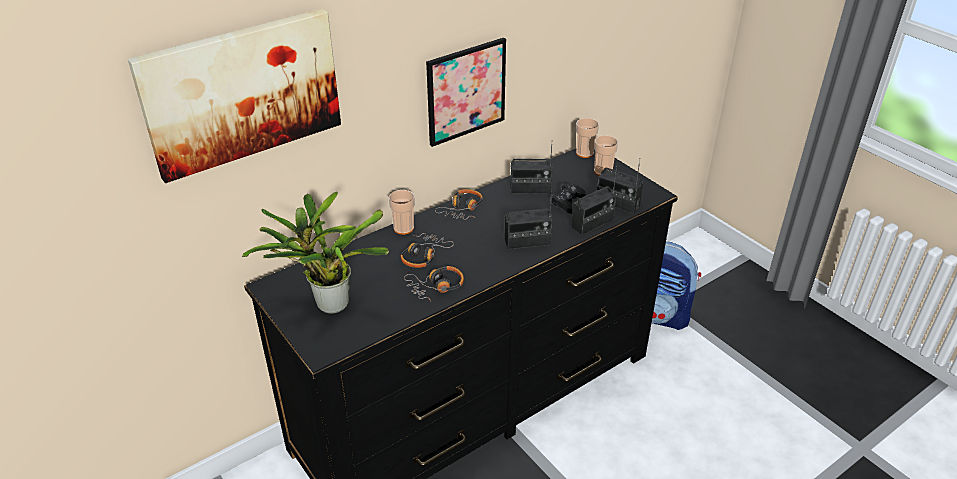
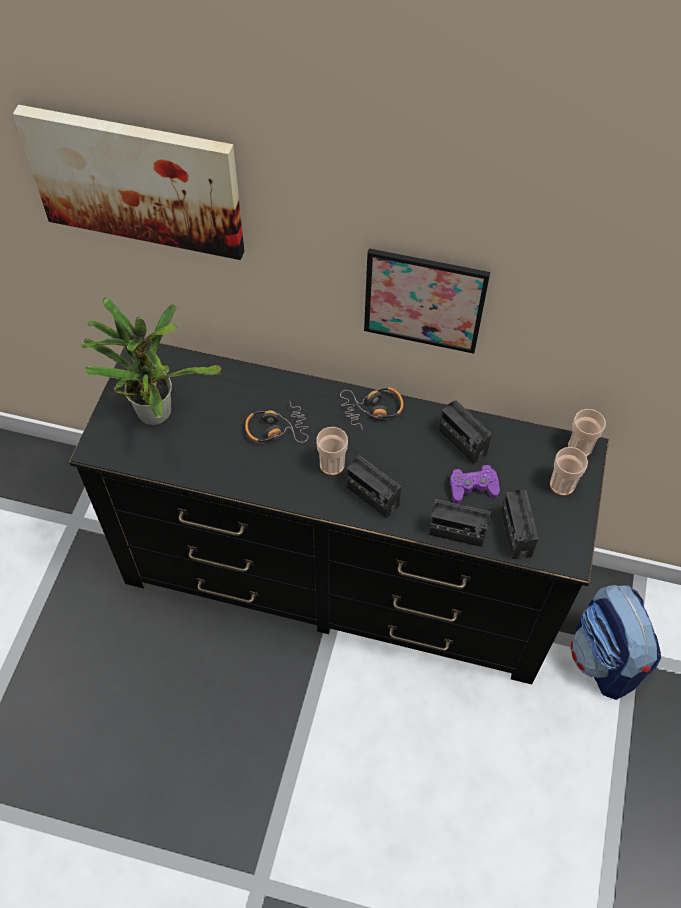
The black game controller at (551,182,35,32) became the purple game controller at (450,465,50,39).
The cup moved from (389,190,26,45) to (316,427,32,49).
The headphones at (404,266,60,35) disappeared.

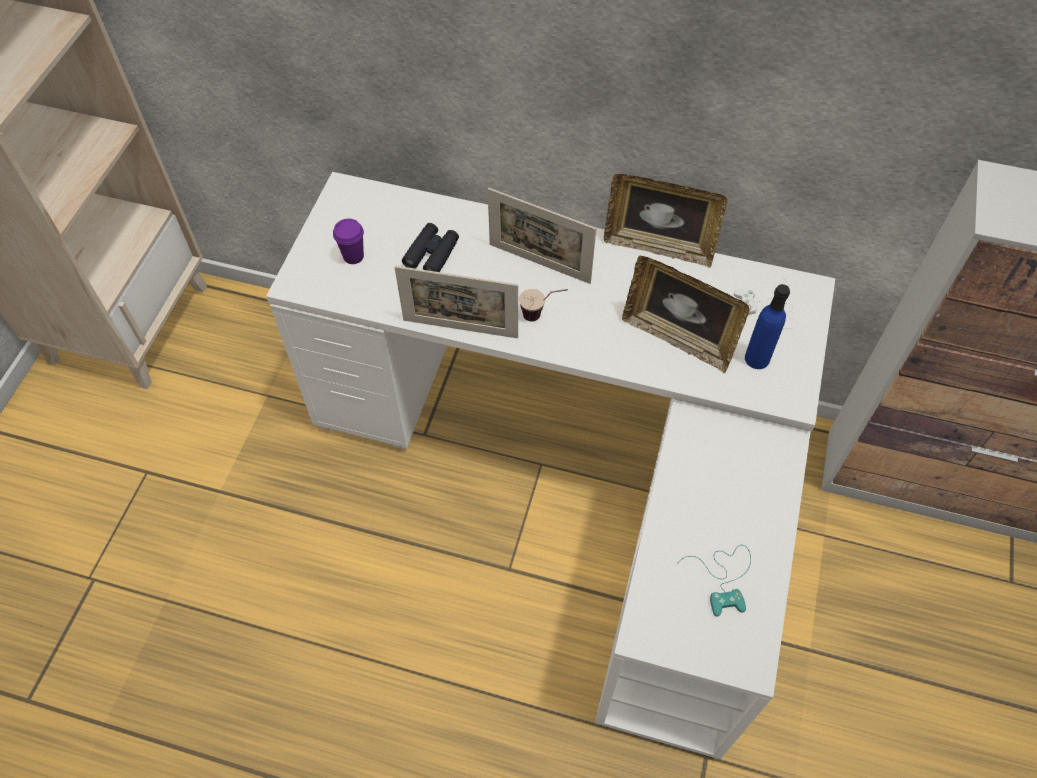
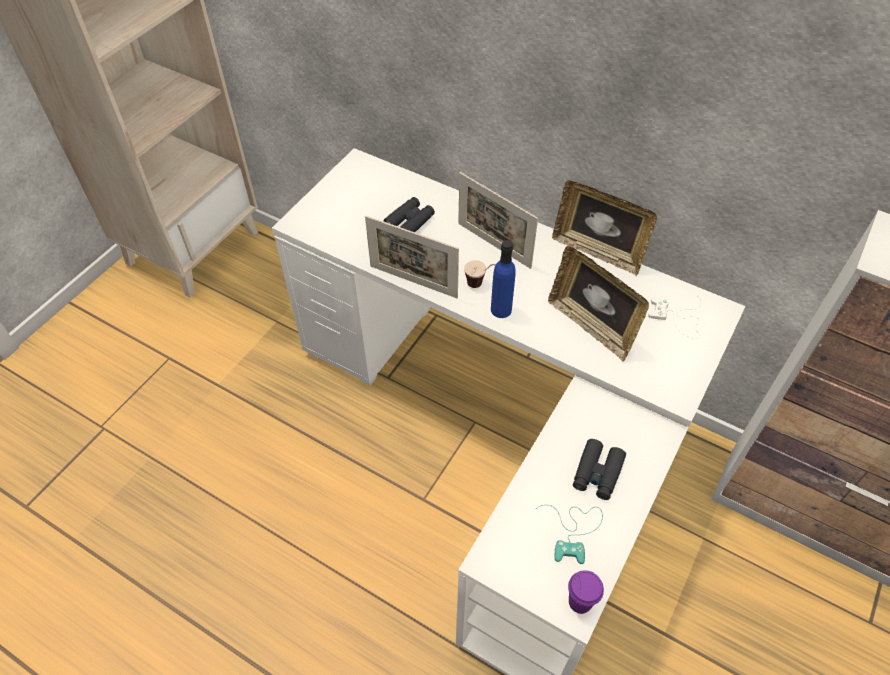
The purple cup moved from (333,219,31,45) to (568,571,36,43).
The blue bottle moved from (745,284,45,85) to (491,240,25,78).
The black binoculars at (573,439,53,61) appeared.

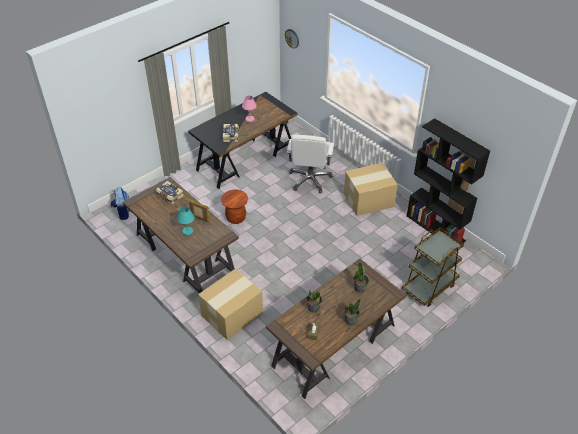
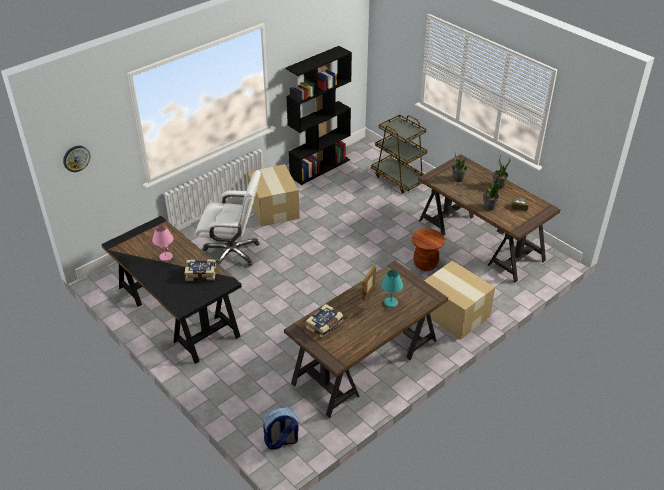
The brown stool moved from (221,190,27,34) to (412,228,33,43).

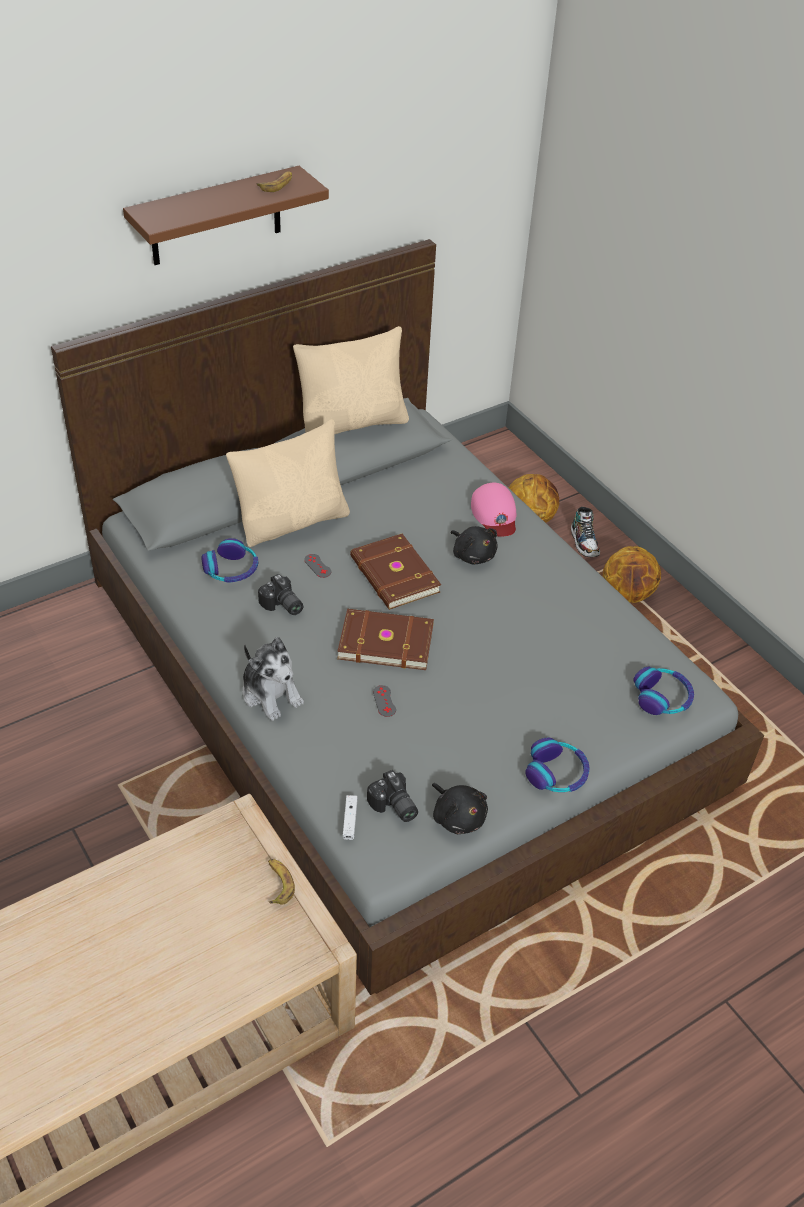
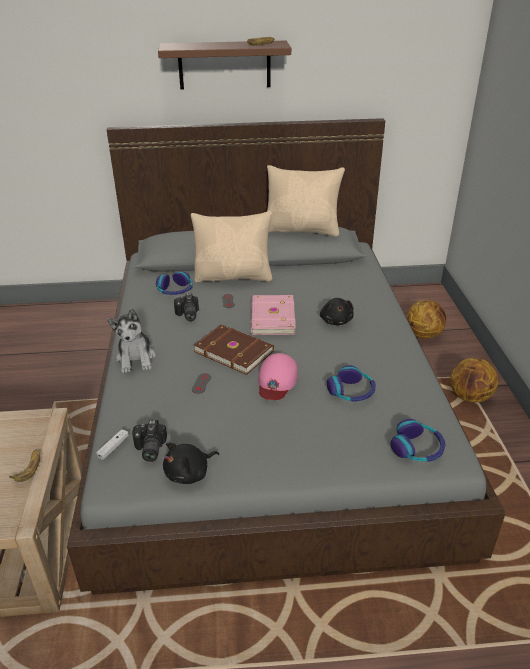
The pink cap moved from (471,483,45,54) to (258,353,40,47).
The shoe at (571,507,29,50) disappeared.
The brown book at (350,534,91,76) became the pink book at (251,295,45,40).
The headphones moved from (525,738,65,54) to (327,366,49,36).
The black plush toy at (432,783,56,51) turned 60 degrees clockwise.

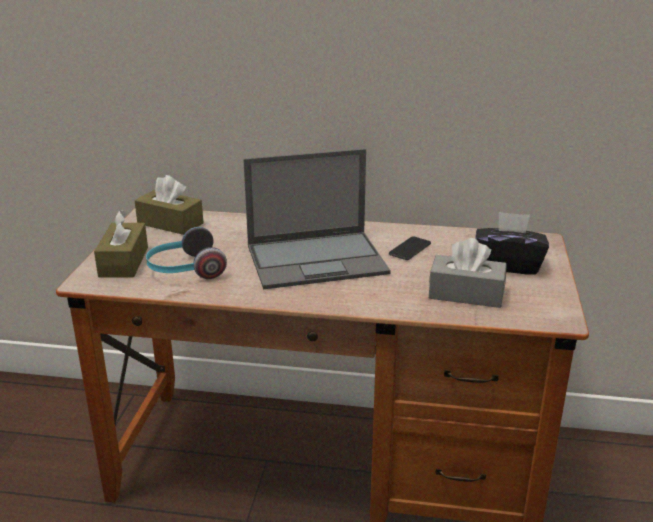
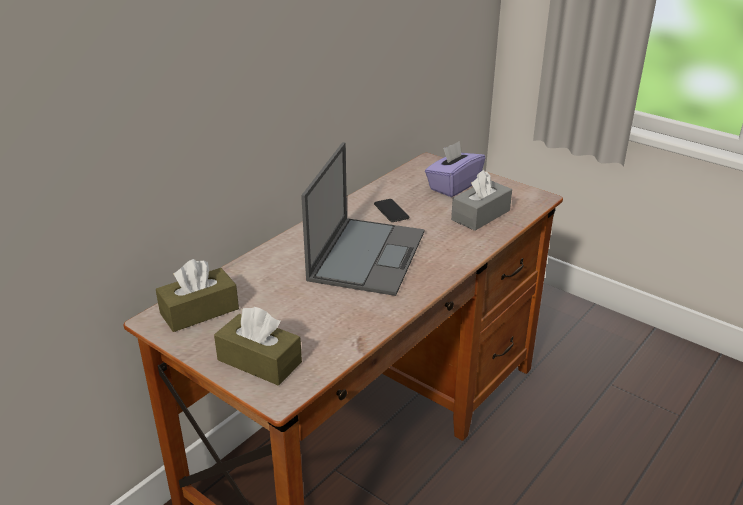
The black tissue box at (475,212,74,63) became the purple tissue box at (425,141,60,56).
The headphones at (146,227,81,52) disappeared.

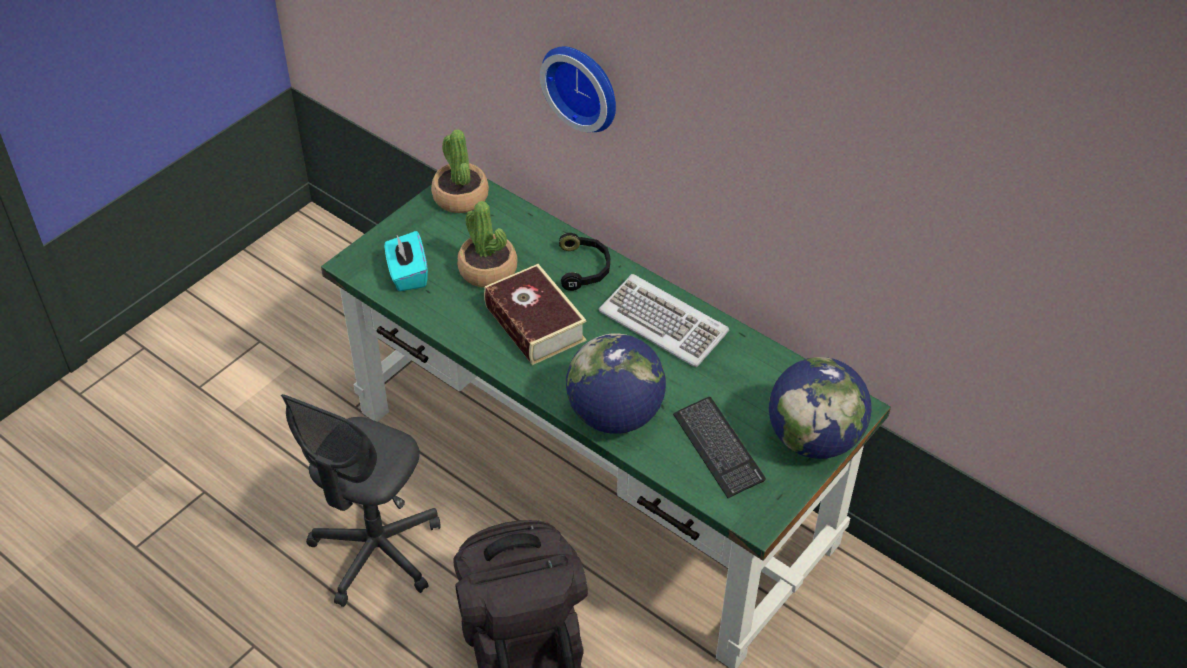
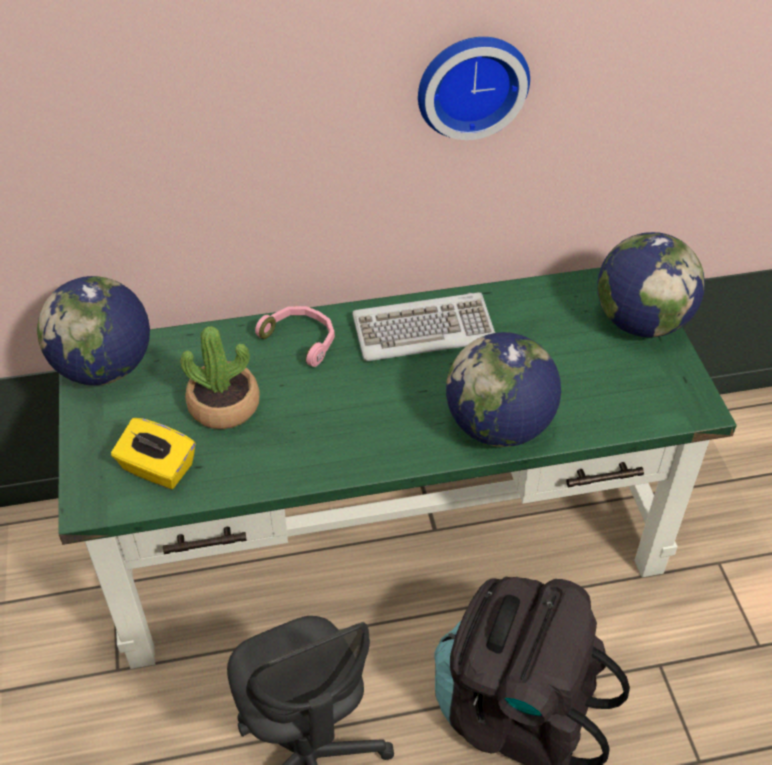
The wall clock moved from (540,47,76,85) to (418,37,112,103).
The potted plant at (431,129,58,84) was replaced by the globe at (37,276,113,109).
The turquoise tissue box at (385,231,43,60) became the yellow tissue box at (111,418,84,71).
The black headphones at (559,233,51,58) became the pink headphones at (255,306,80,61).
The book at (484,264,103,101) disappeared.
The keyboard at (673,397,93,101) disappeared.

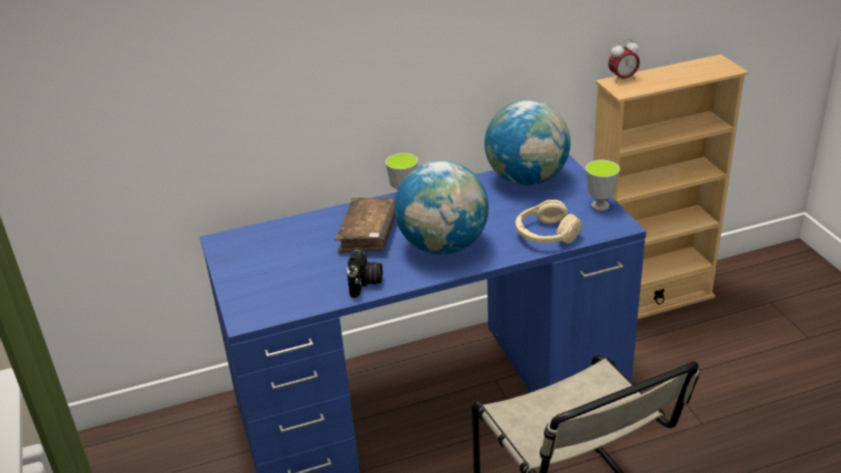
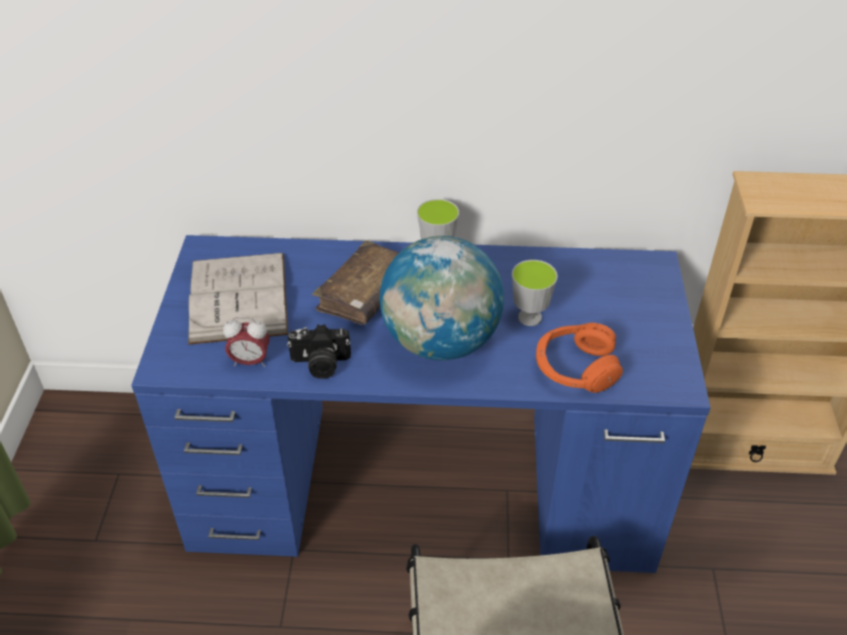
The alarm clock moved from (608,39,32,44) to (223,317,47,50).
The globe at (484,100,86,86) disappeared.
The cup moved from (586,160,34,51) to (512,260,46,66).
The beige headphones at (515,200,67,43) became the orange headphones at (536,323,87,70).
The photo camera at (346,249,37,49) turned 60 degrees clockwise.
The white book at (188,253,100,92) appeared.

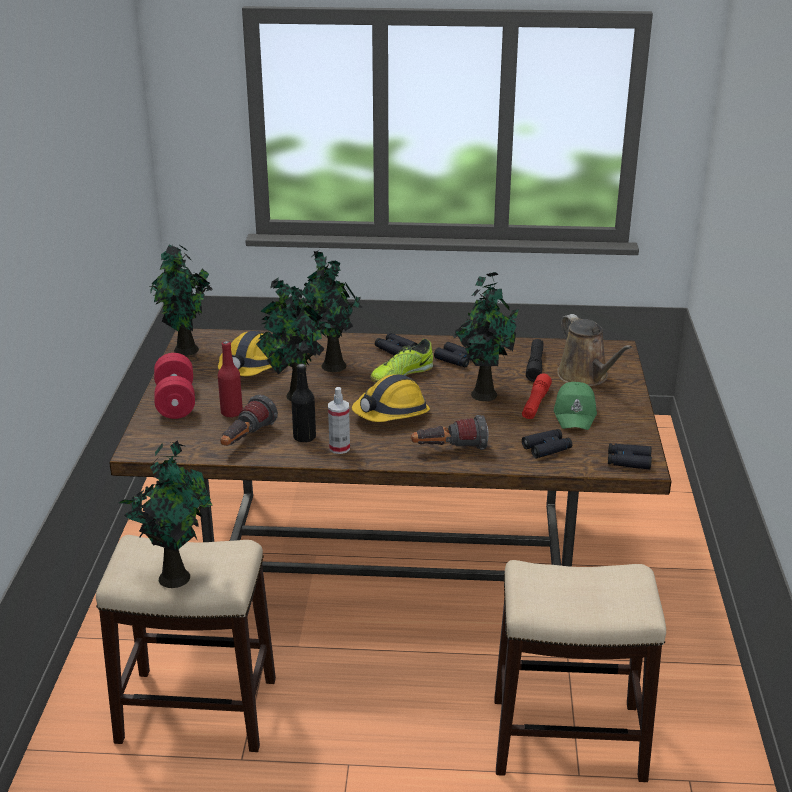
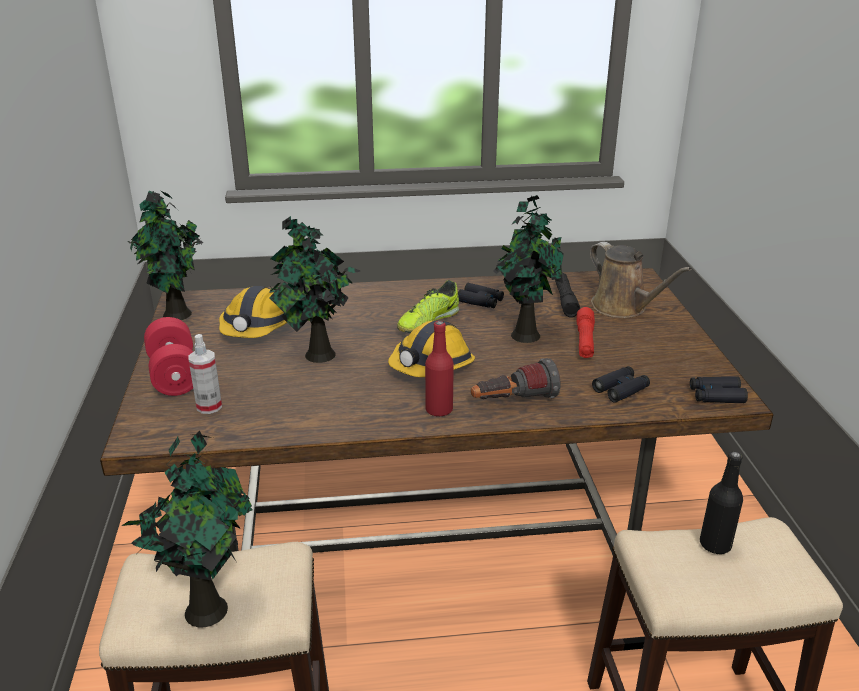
The potted plant at (298,249,65,123) disappeared.
The black binoculars at (375,333,43,23) disappeared.
The red bottle moved from (218,341,25,76) to (425,321,29,95).
The black bottle moved from (291,364,25,78) to (700,451,43,103).
The green cap at (554,382,43,48) disappeared.
The spray bottle moved from (328,387,22,67) to (189,334,33,80).
The flashlight at (220,394,58,52) disappeared.

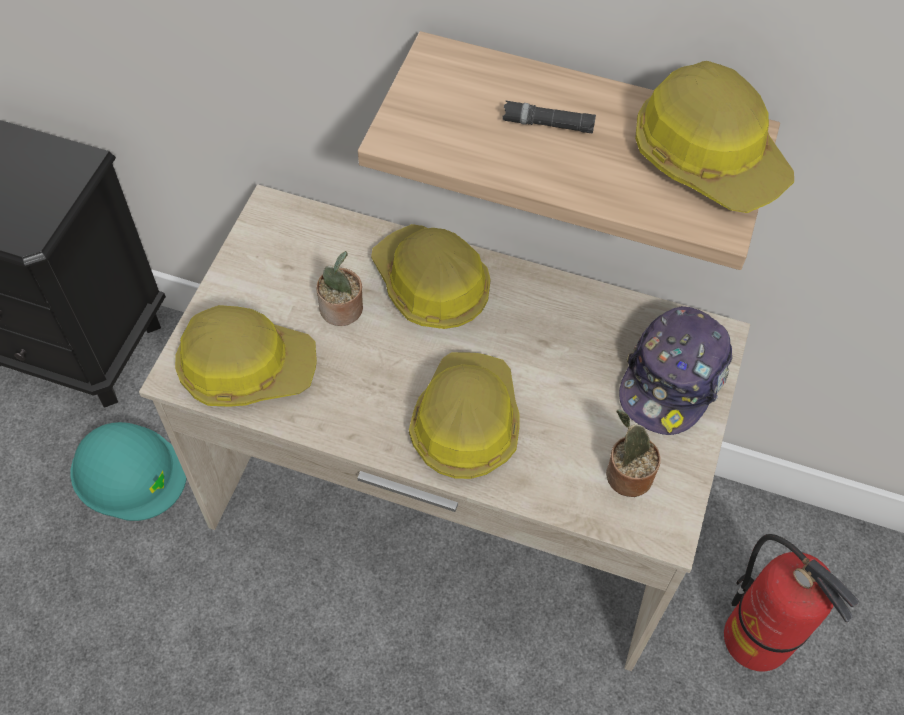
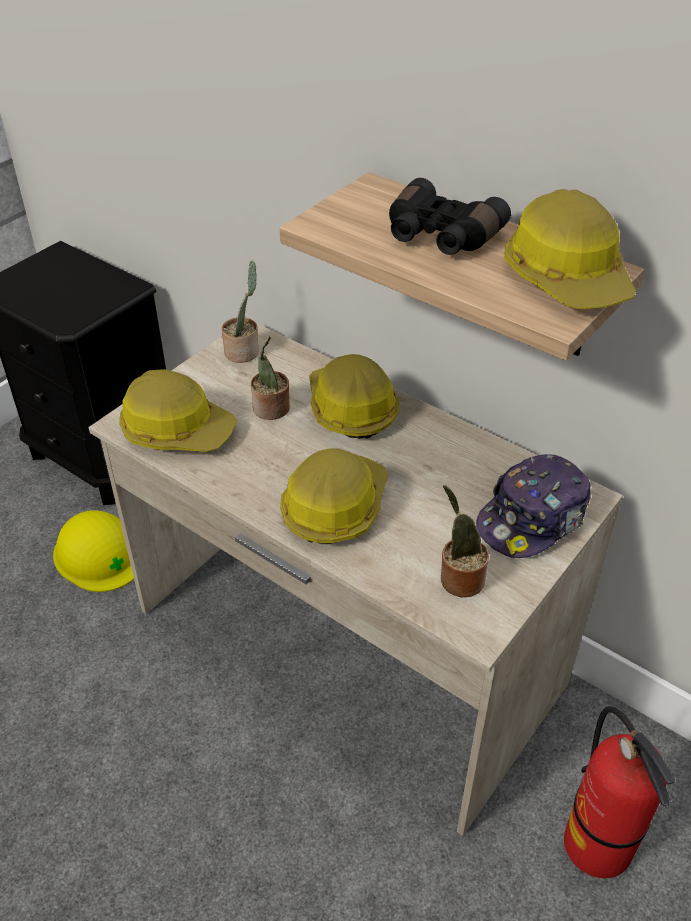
The black flashlight at (502,101,94,32) was replaced by the black binoculars at (389,178,122,77).
The turquoise hard hat at (71,422,116,99) became the yellow hard hat at (53,510,81,82).
The potted plant at (222,260,37,103) appeared.

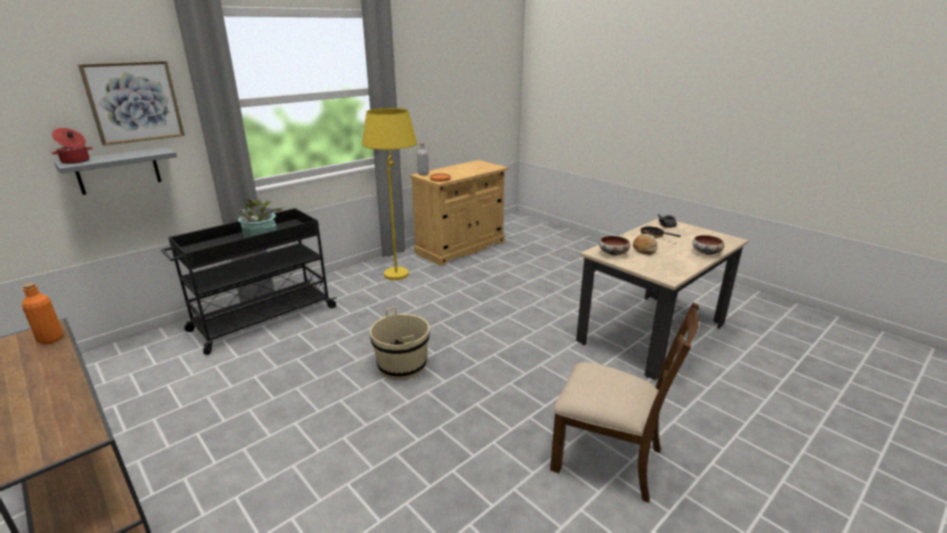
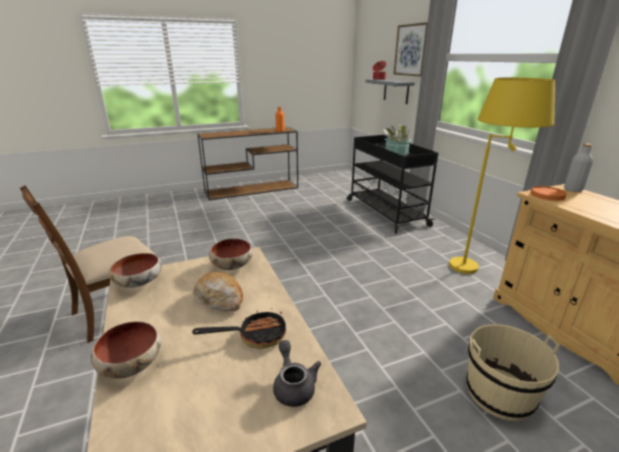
The beige bucket moved from (370,307,59,73) to (467,324,93,97).
The bowl at (109,253,53,35) appeared.

